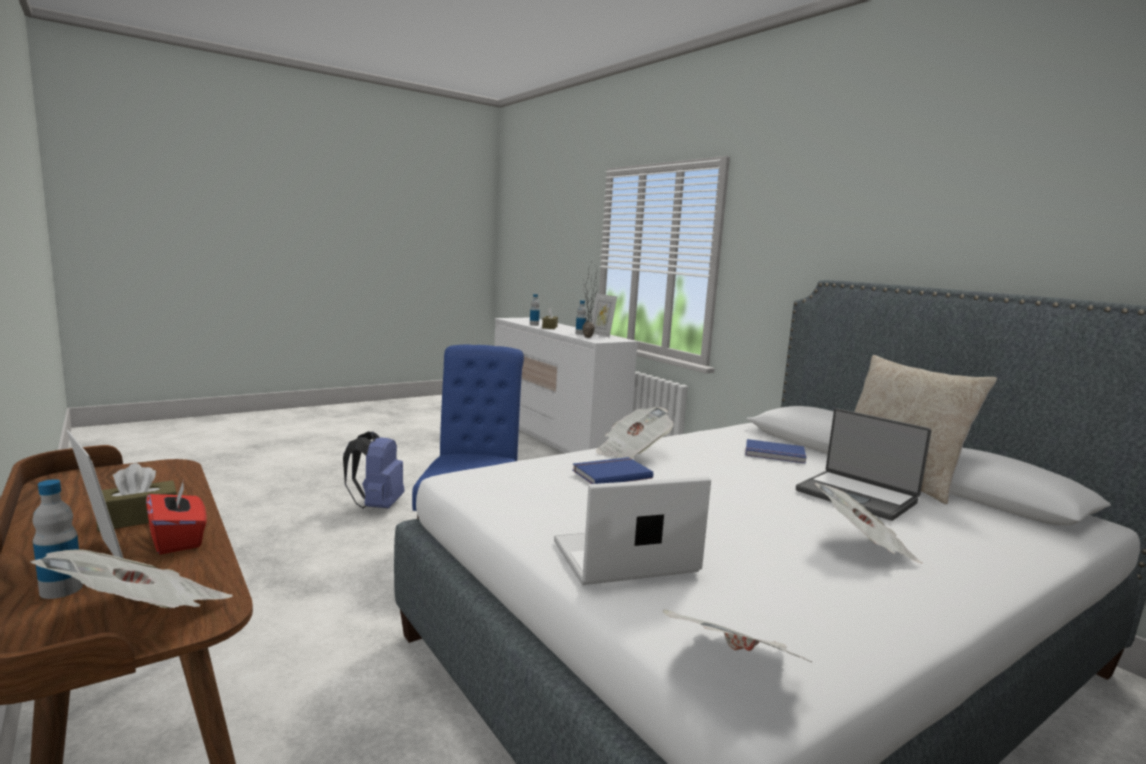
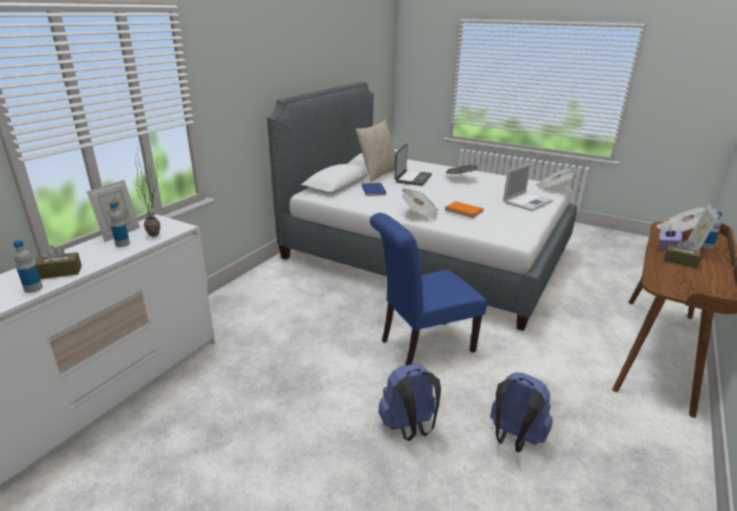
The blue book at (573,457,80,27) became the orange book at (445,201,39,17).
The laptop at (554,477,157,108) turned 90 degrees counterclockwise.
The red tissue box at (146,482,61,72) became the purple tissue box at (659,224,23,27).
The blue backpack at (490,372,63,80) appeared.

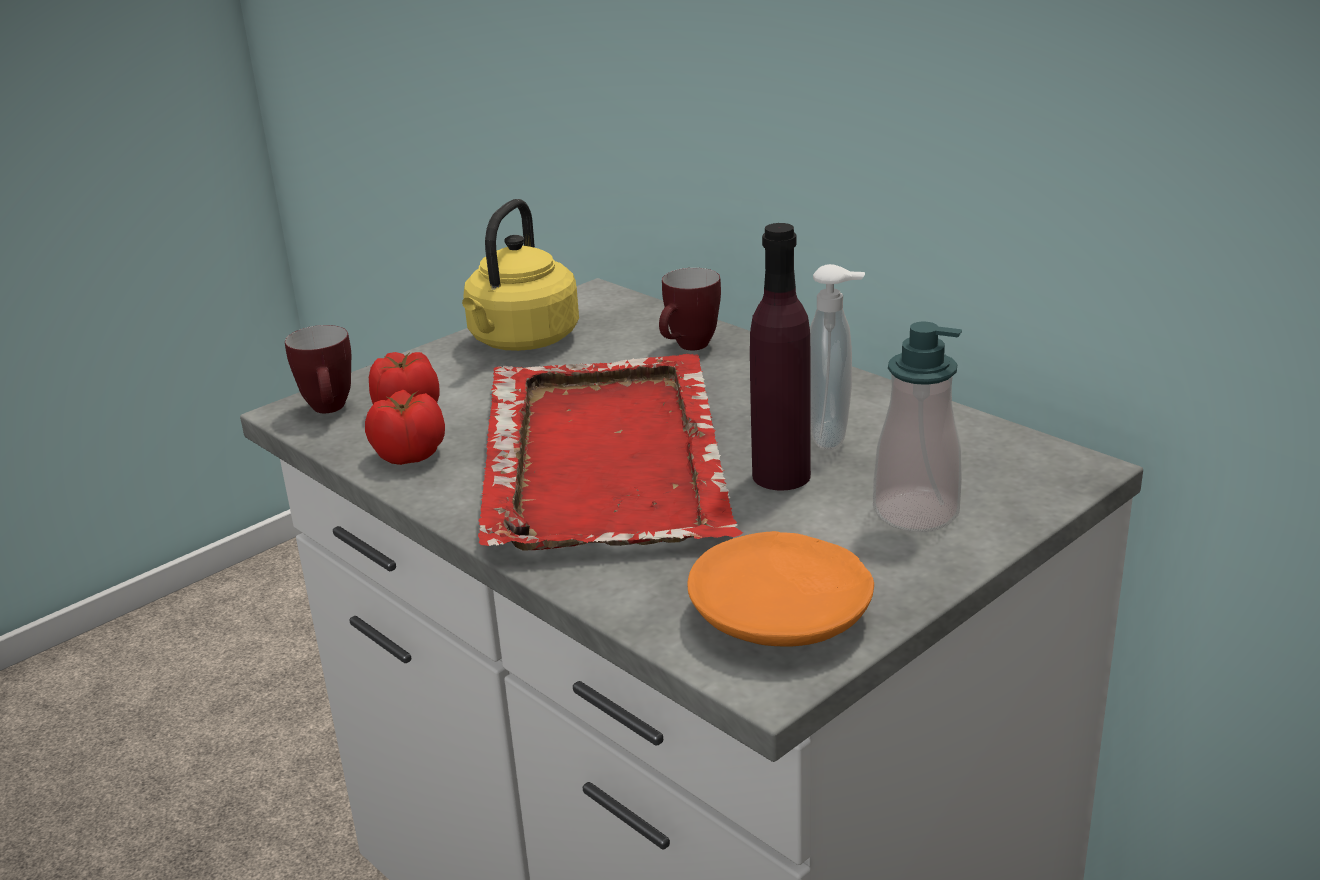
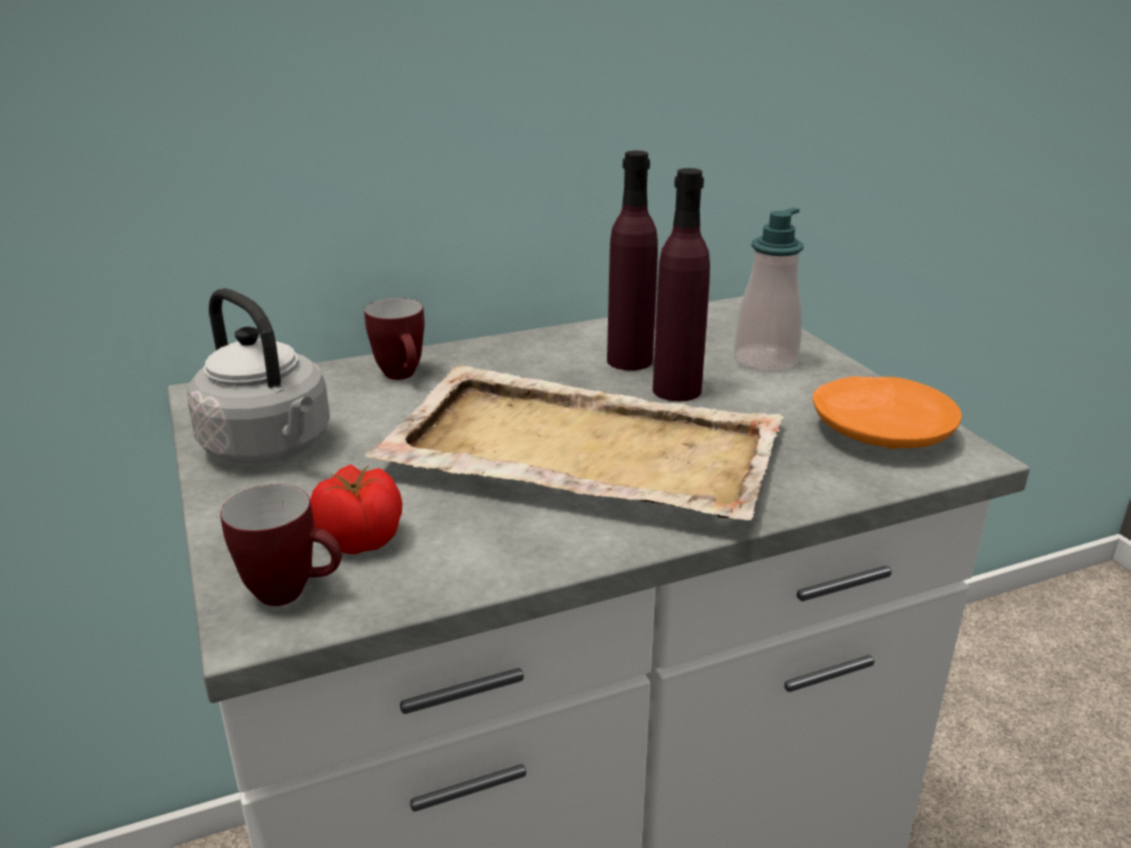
The yellow kettle at (462,199,117,152) became the grey kettle at (187,288,143,175).
The soap dispenser at (810,264,55,186) was replaced by the purple bottle at (607,151,51,220).
The red tray at (478,354,265,197) became the beige tray at (365,365,419,155).
The tomato at (365,390,80,75) disappeared.

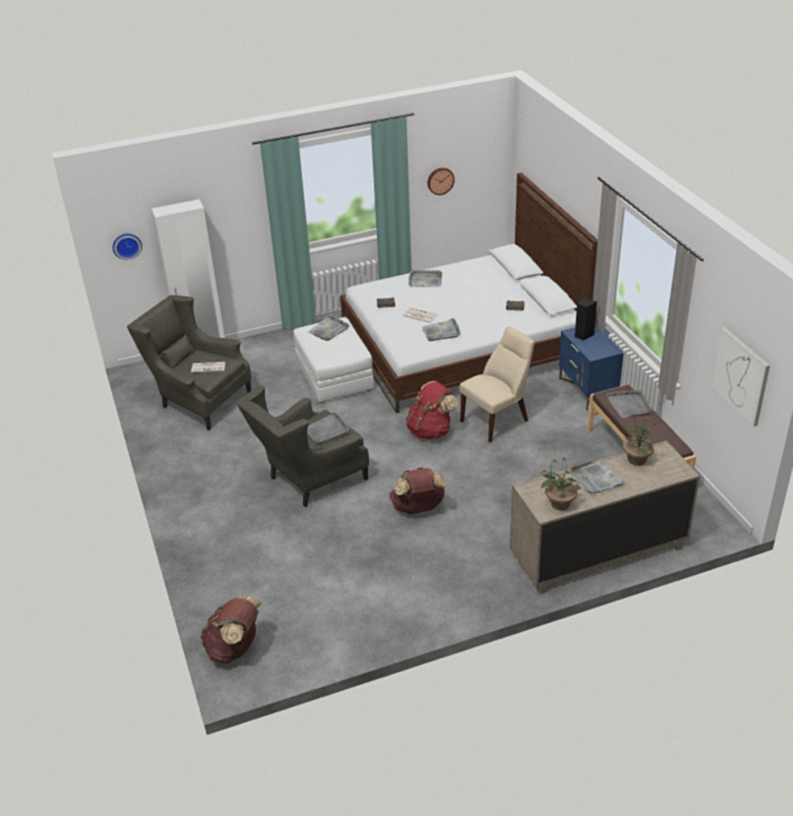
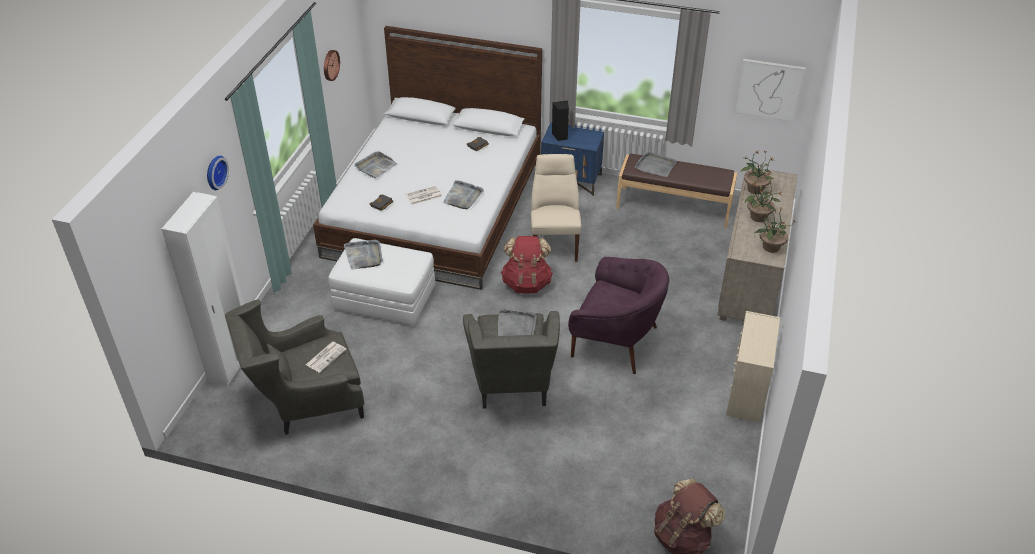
The wall clock moved from (113,234,29,26) to (207,155,22,35).
The grey tray at (570,461,56,32) was replaced by the potted plant at (745,182,37,40).
The brown backpack at (389,467,57,47) was replaced by the purple armchair at (568,257,101,117).
The beige dresser at (726,311,55,112) appeared.

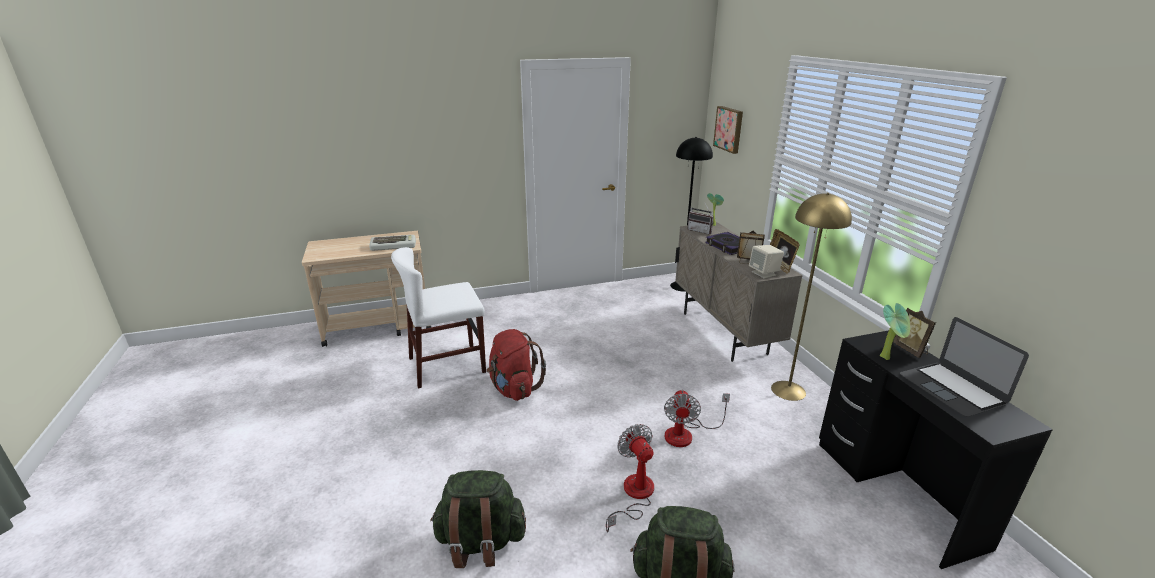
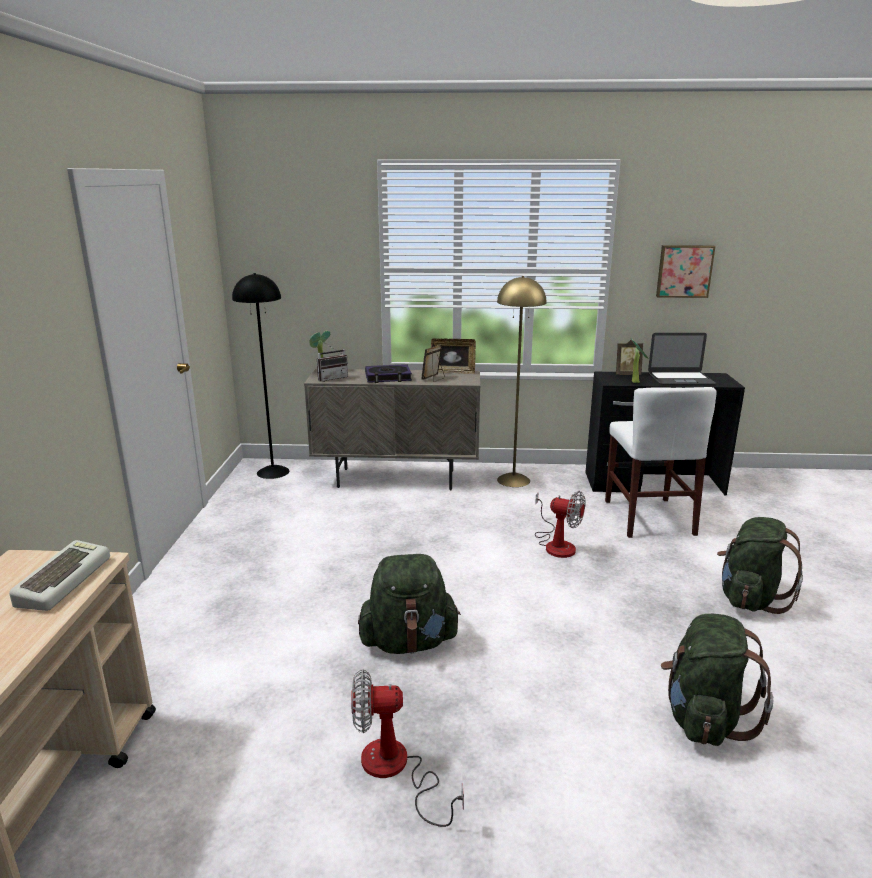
The picture moved from (713,106,30,48) to (656,245,59,53).
The beige speaker at (749,245,35,33) disappeared.
The white chair moved from (391,247,95,141) to (605,387,112,151).
The red backpack at (486,329,60,72) became the green backpack at (358,554,103,100).
The fan moved from (606,424,48,109) to (351,669,113,158).

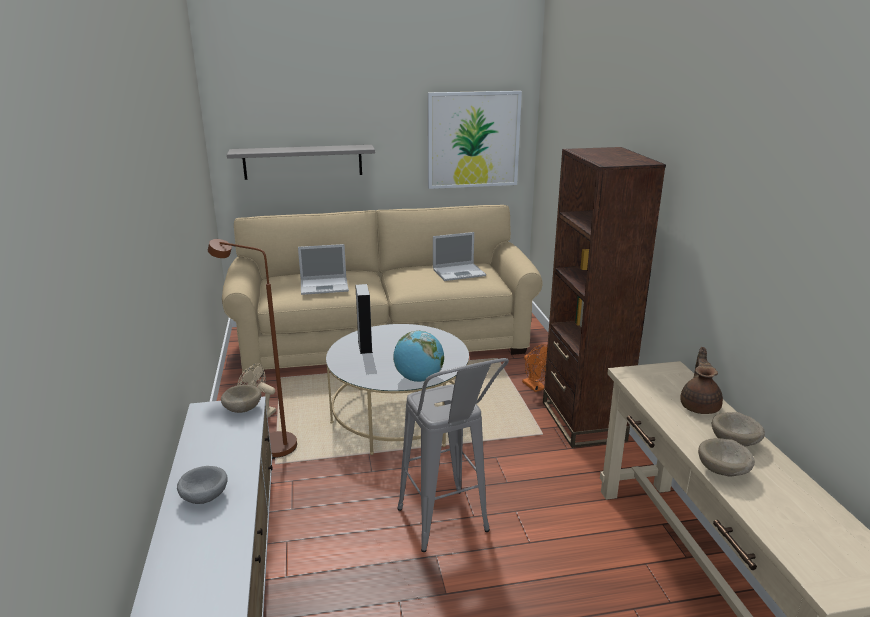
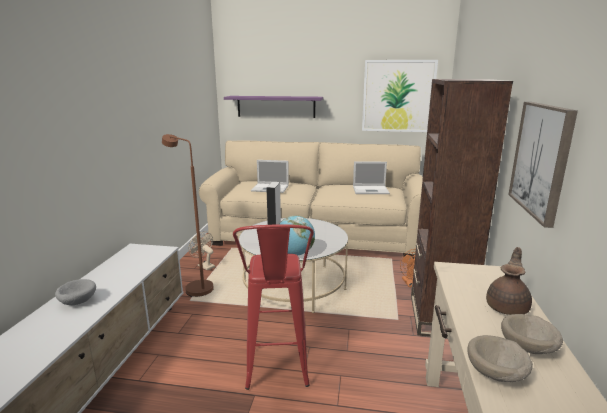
The grey shelf at (227,145,148,35) became the purple shelf at (224,96,99,22).
The grey stool at (397,358,112,194) became the red stool at (233,225,81,165).
The beige bowl at (221,385,40,28) disappeared.
The picture at (508,102,70,126) appeared.

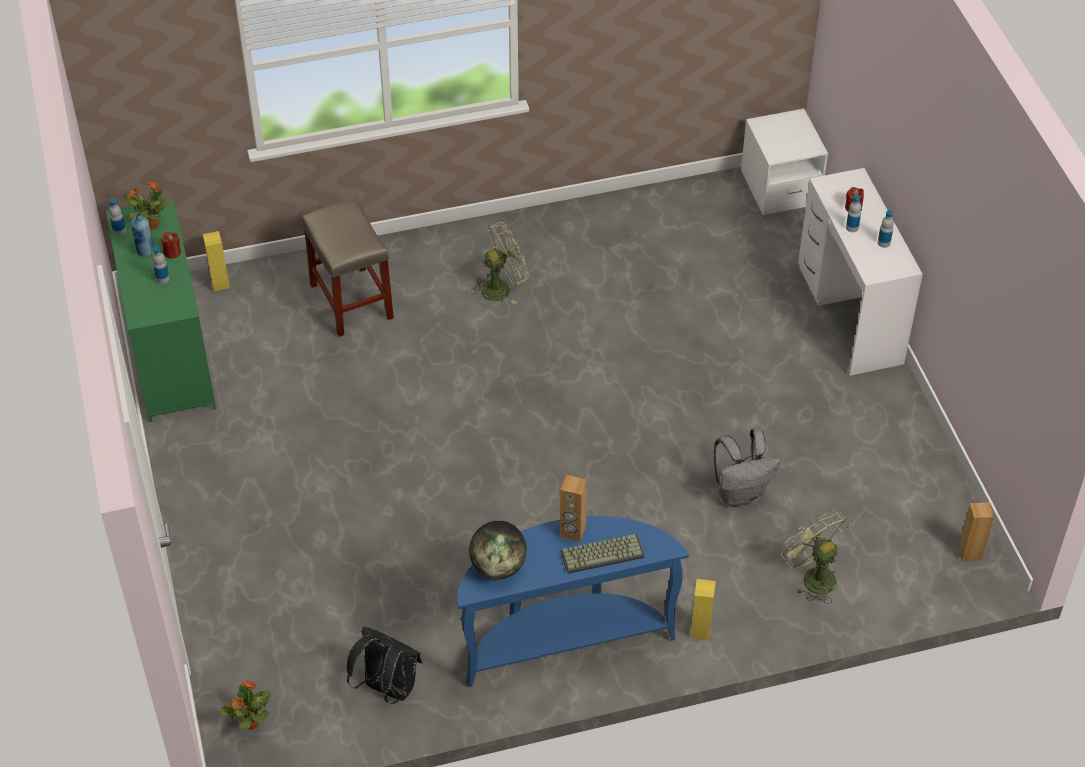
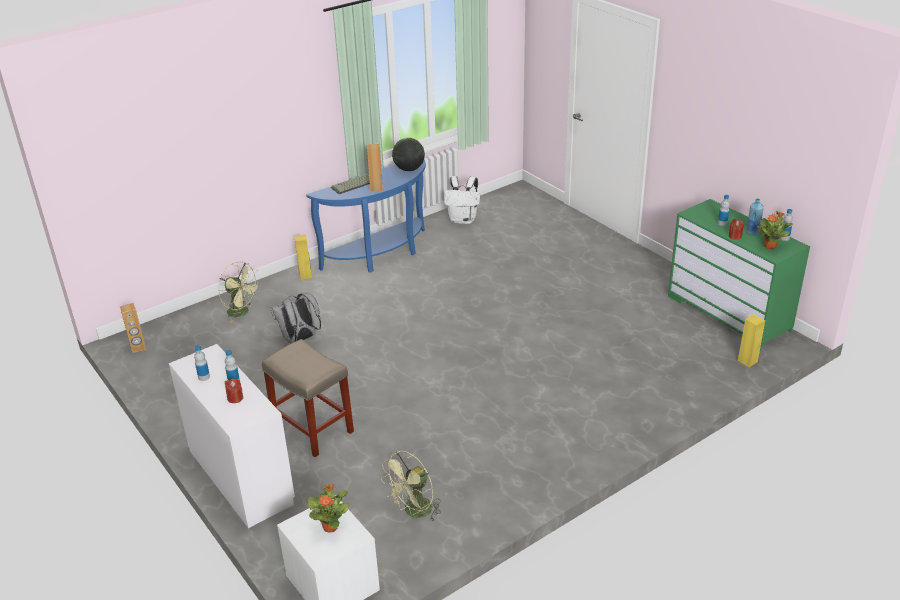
The beige stool moved from (302,199,92,138) to (262,339,92,118).
The green fan moved from (471,222,58,82) to (381,451,60,71).
The black backpack at (347,626,76,78) became the white backpack at (444,176,36,48).
The potted plant moved from (220,681,51,49) to (308,484,41,49).

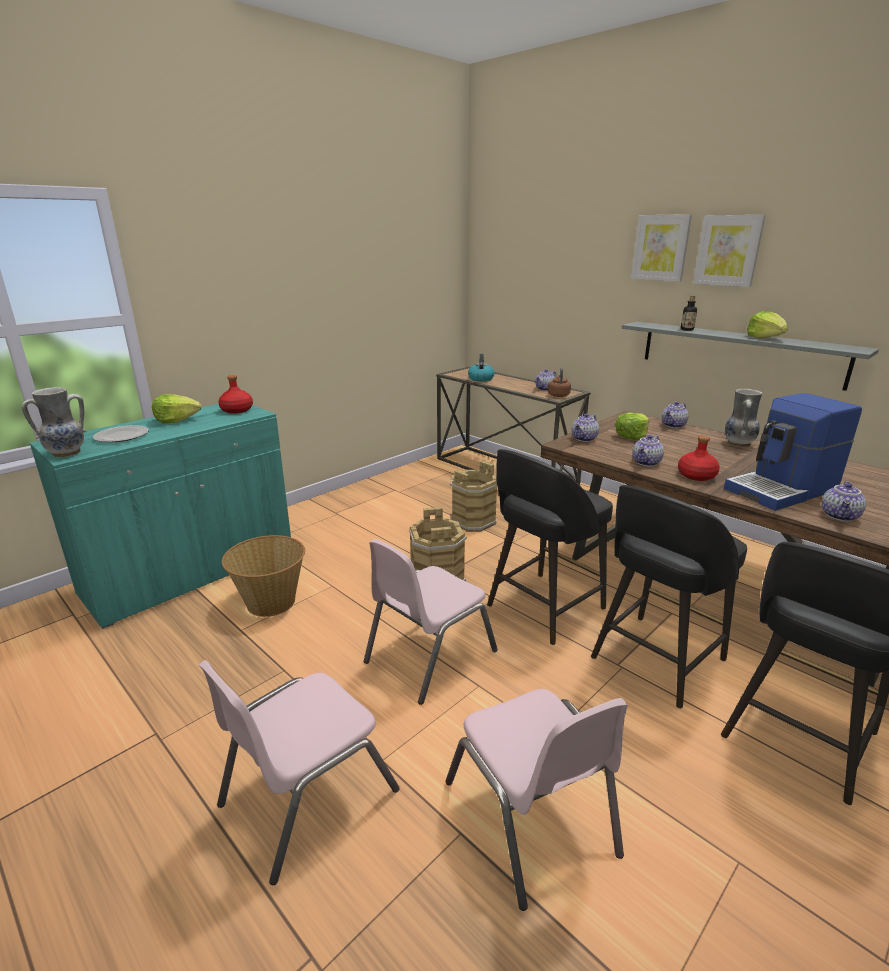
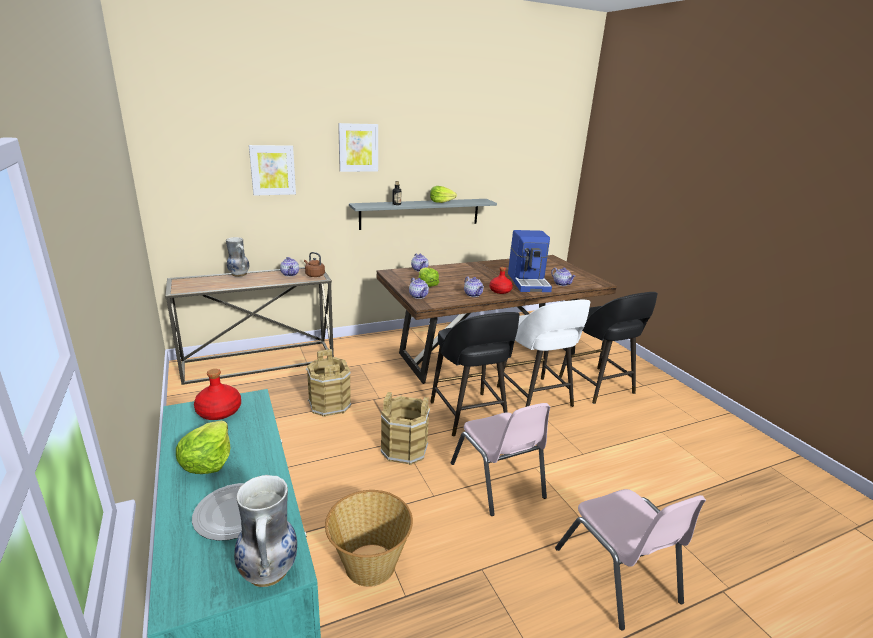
The picture moved from (693,215,73,72) to (249,145,47,51).
The kettle at (468,354,27,28) disappeared.
The vase moved from (725,389,37,58) to (226,237,23,40).
The black stool at (591,485,156,224) became the white stool at (497,300,94,107).
The pink chair at (445,689,183,222) disappeared.

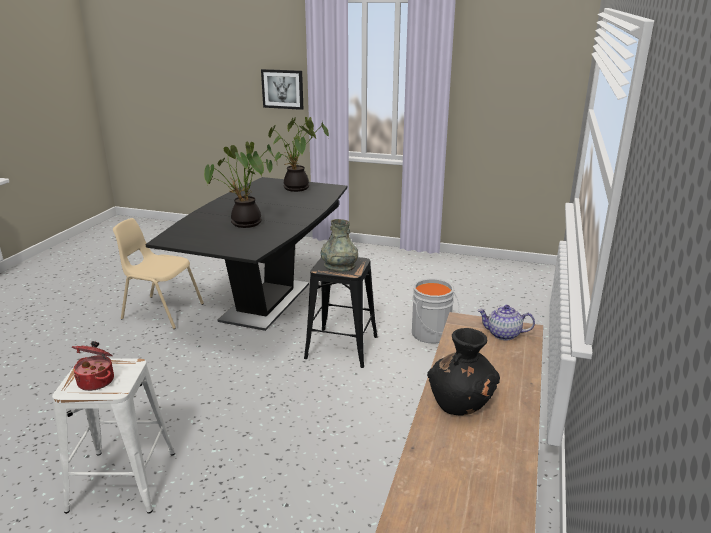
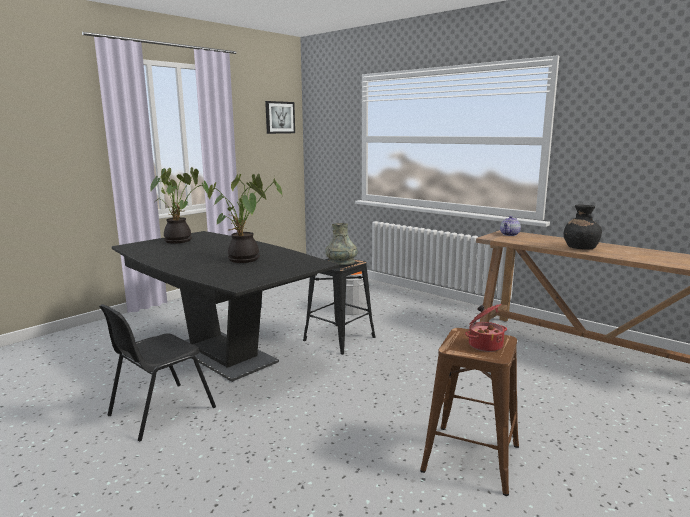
The picture moved from (261,69,42,41) to (265,101,30,33).
The beige chair at (113,218,91,111) became the black chair at (99,304,117,137).
The white stool at (52,359,123,155) became the brown stool at (420,328,99,168).

